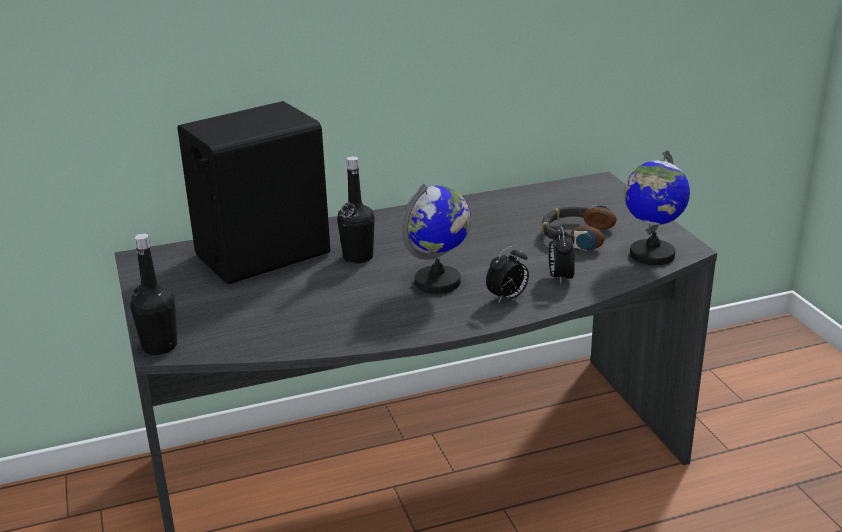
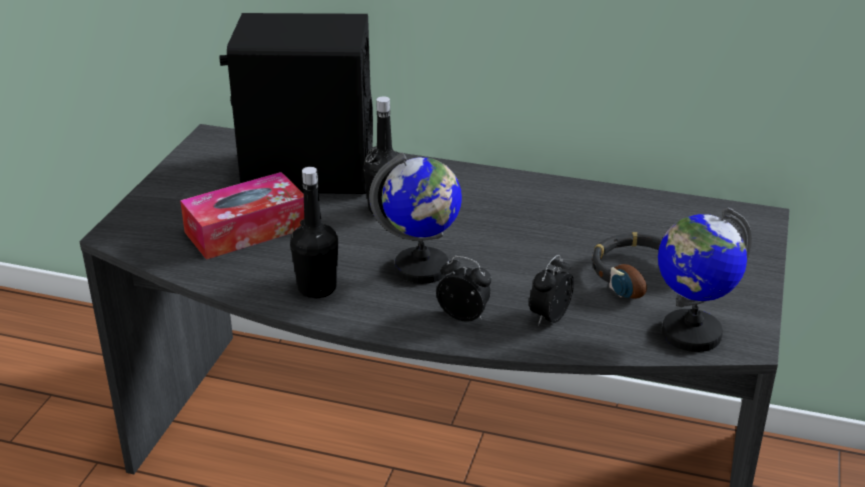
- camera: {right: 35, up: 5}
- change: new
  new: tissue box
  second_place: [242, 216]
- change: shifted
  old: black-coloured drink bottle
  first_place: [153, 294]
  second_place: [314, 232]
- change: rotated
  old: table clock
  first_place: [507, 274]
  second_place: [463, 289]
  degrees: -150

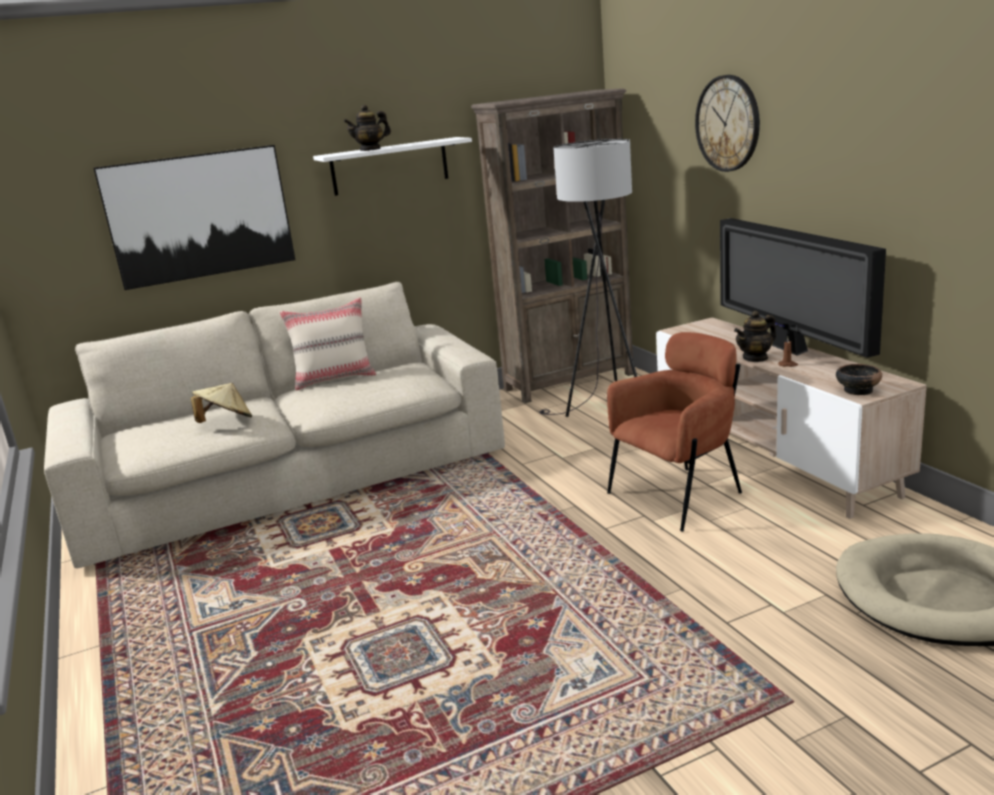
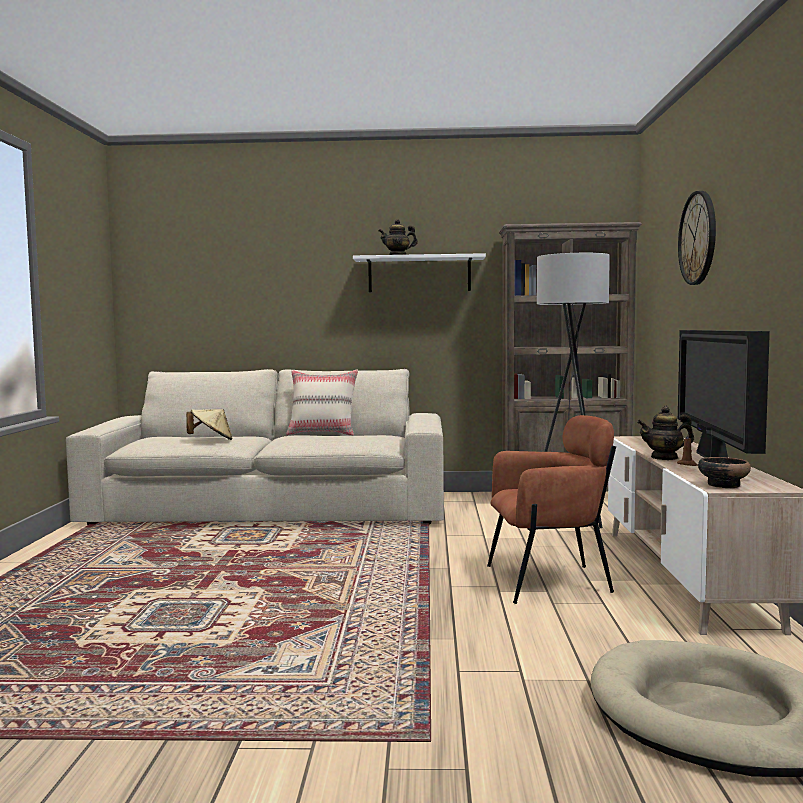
- camera: {right: 25, up: -15}
- change: gone
  old: picture
  first_place: [194, 217]

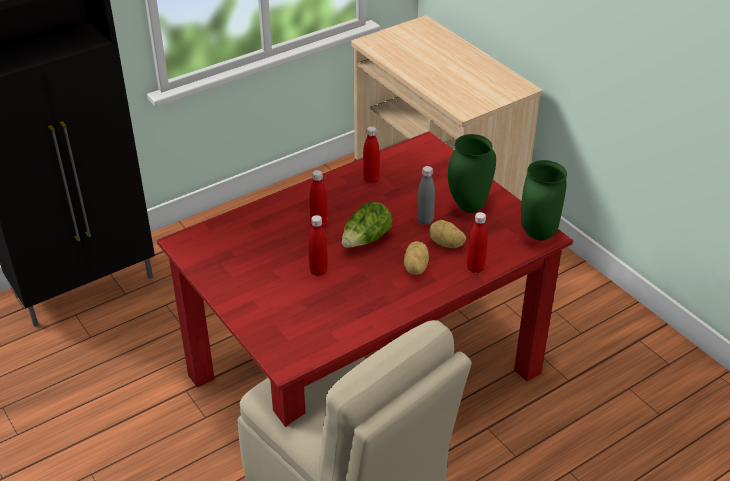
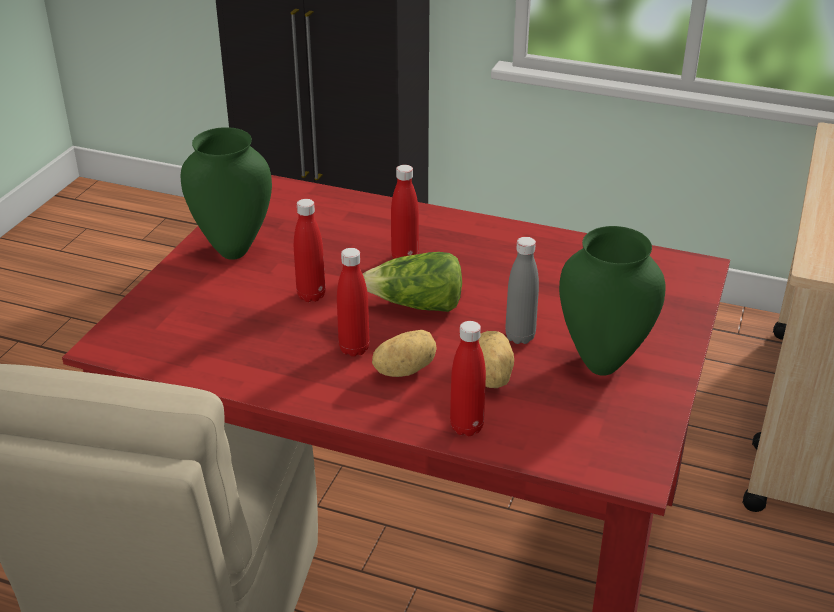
- camera: {right: 55, up: -5}
- change: shifted
  old: reddish drink bottle
  first_place: [371, 155]
  second_place: [353, 302]
- change: shifted
  old: green-coloured flower vase
  first_place: [544, 200]
  second_place: [226, 193]

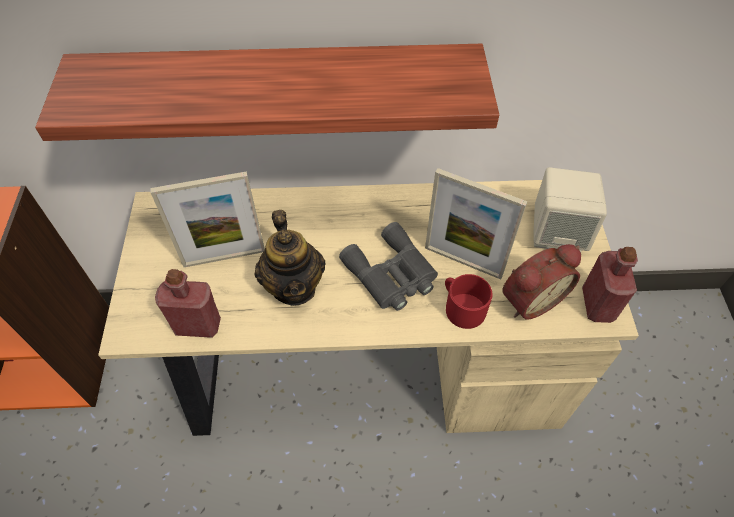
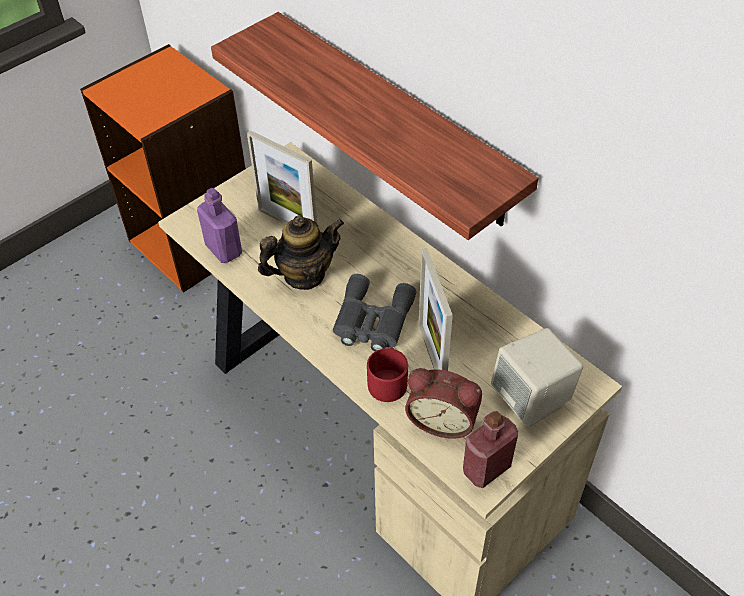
- camera: {right: 50, up: -5}
- change: repainted
  old: reddish drink bottle
  new: purplish drink bottle
  first_place: [188, 303]
  second_place: [219, 225]
- change: rotated
  old: teapot
  first_place: [290, 258]
  second_place: [301, 252]
  degrees: -150

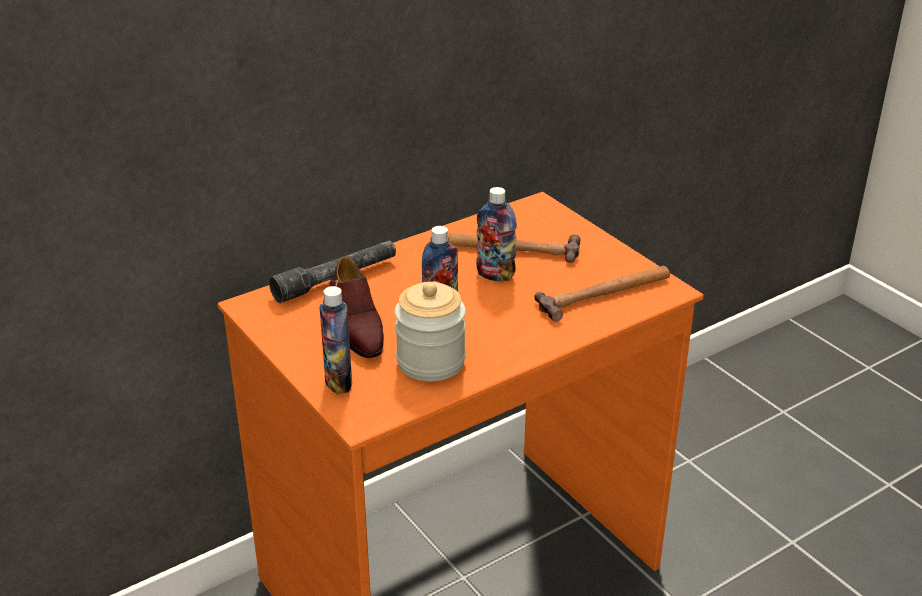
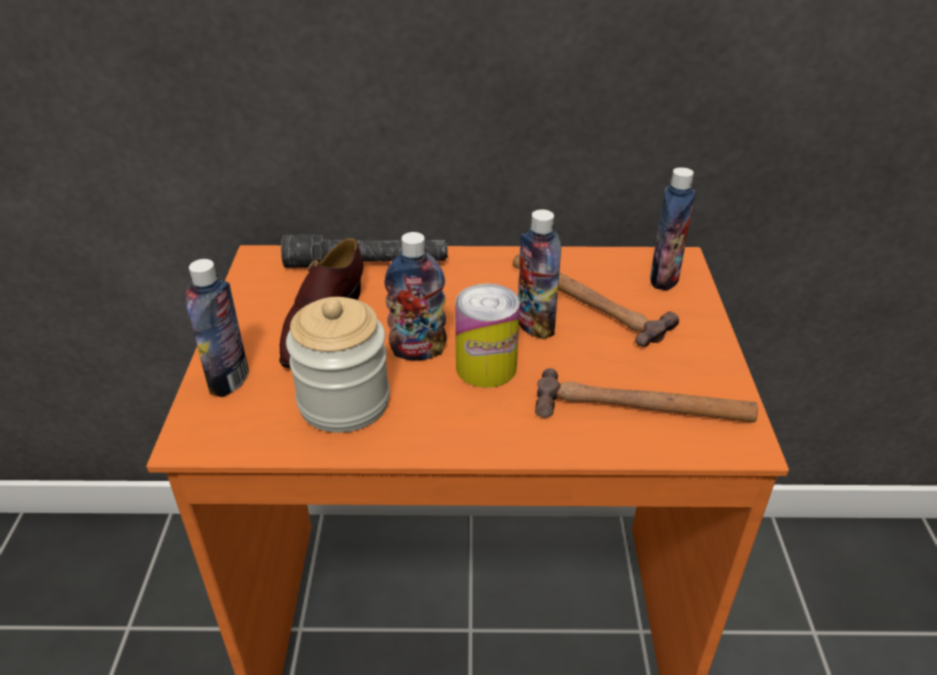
- camera: {right: 35, up: 5}
- change: new
  new: can
  second_place: [487, 335]
- change: new
  new: drink bottle
  second_place: [673, 229]

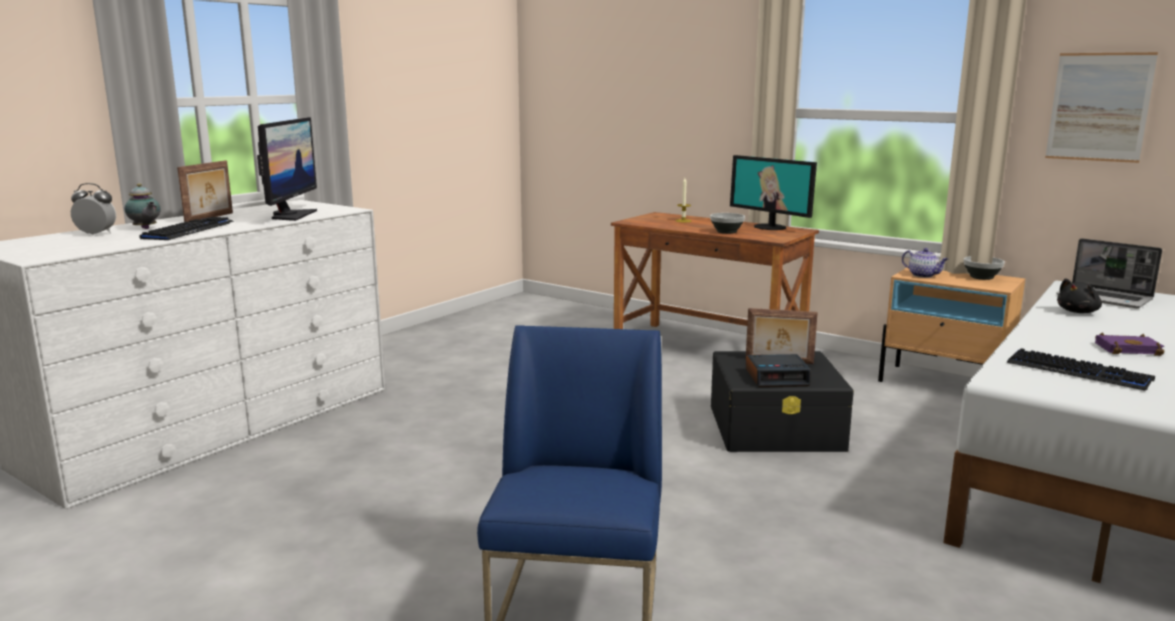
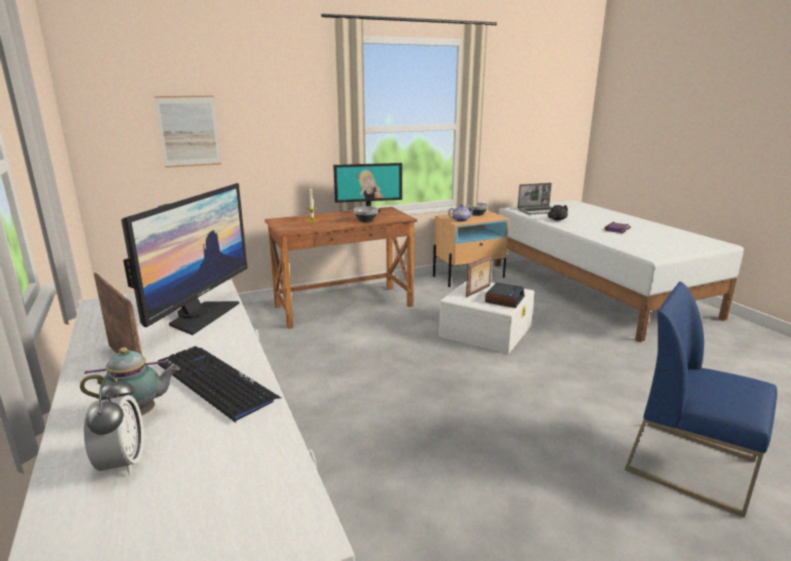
- camera: {right: -60, up: 5}
- change: gone
  old: computer keyboard
  first_place: [1080, 369]
- change: shifted
  old: picture
  first_place: [1101, 107]
  second_place: [188, 132]
- change: repainted
  old: black-coloured storage box
  new: white storage box
  first_place: [782, 401]
  second_place: [486, 317]
- change: rotated
  old: table clock
  first_place: [93, 209]
  second_place: [114, 426]
  degrees: 135
- change: rotated
  old: monitor
  first_place: [287, 169]
  second_place: [184, 259]
  degrees: 75

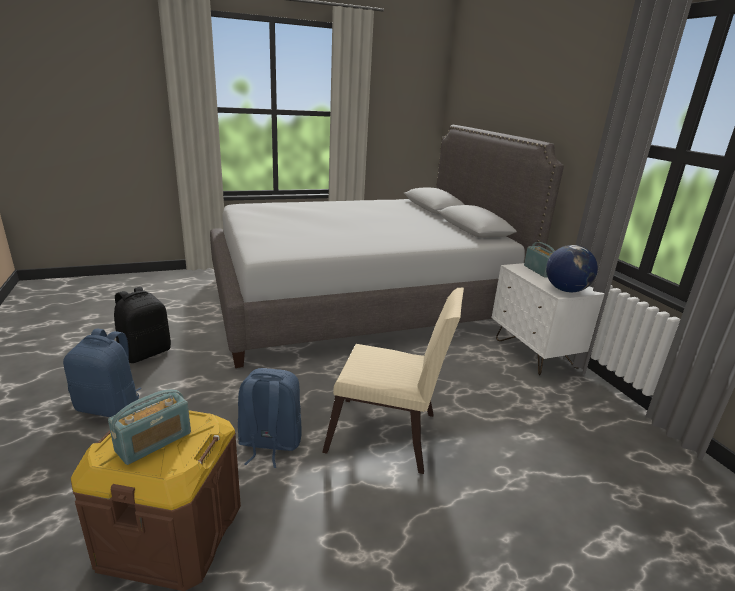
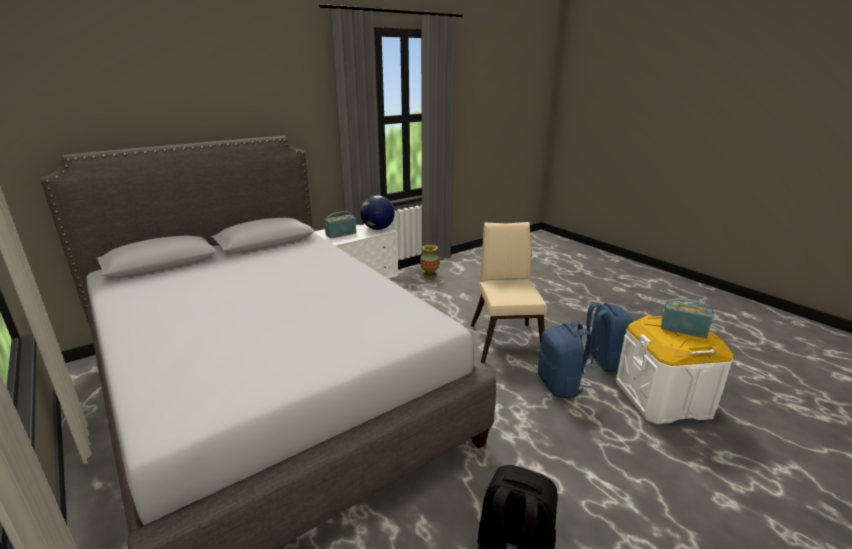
- camera: {right: -105, up: 0}
- change: new
  new: flower vase
  second_place: [430, 261]
- change: shifted
  old: blue backpack
  first_place: [102, 373]
  second_place: [609, 337]
- change: repainted
  old: brown-coloured storage box
  new: white storage box
  first_place: [156, 500]
  second_place: [674, 369]

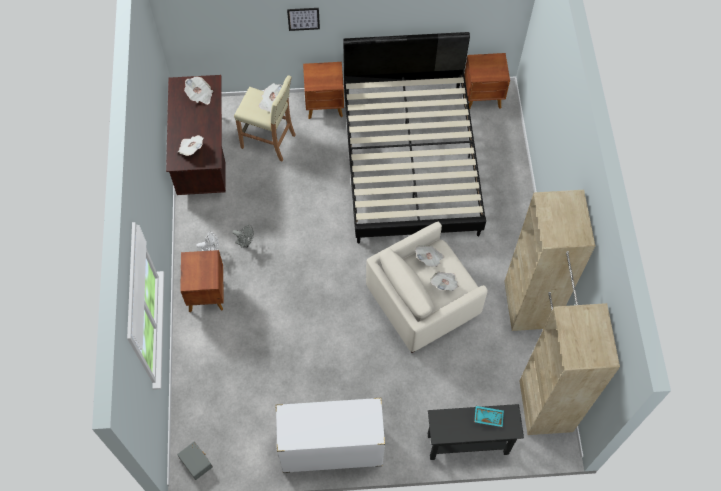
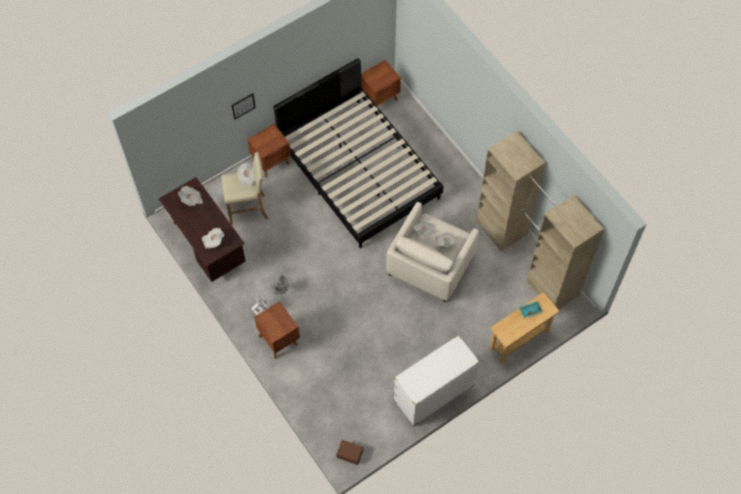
- camera: {right: -30, up: 0}
- change: repainted
  old: grey storage box
  new: brown-coloured storage box
  first_place: [195, 461]
  second_place: [349, 452]
- change: repainted
  old: black-coloured console table
  new: beige console table
  first_place: [476, 432]
  second_place: [524, 328]

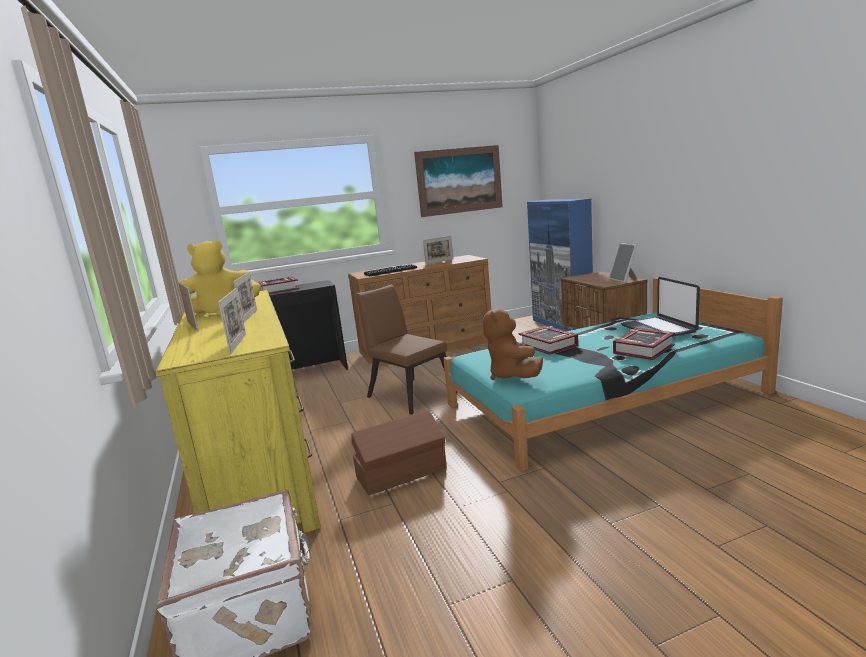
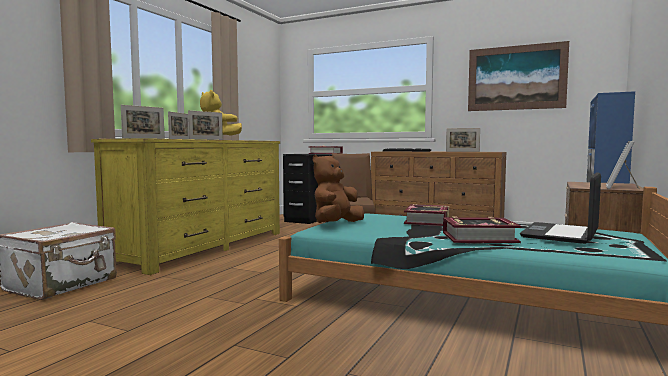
- camera: {right: 45, up: -10}
- change: gone
  old: brown-coloured storage box
  first_place: [399, 452]

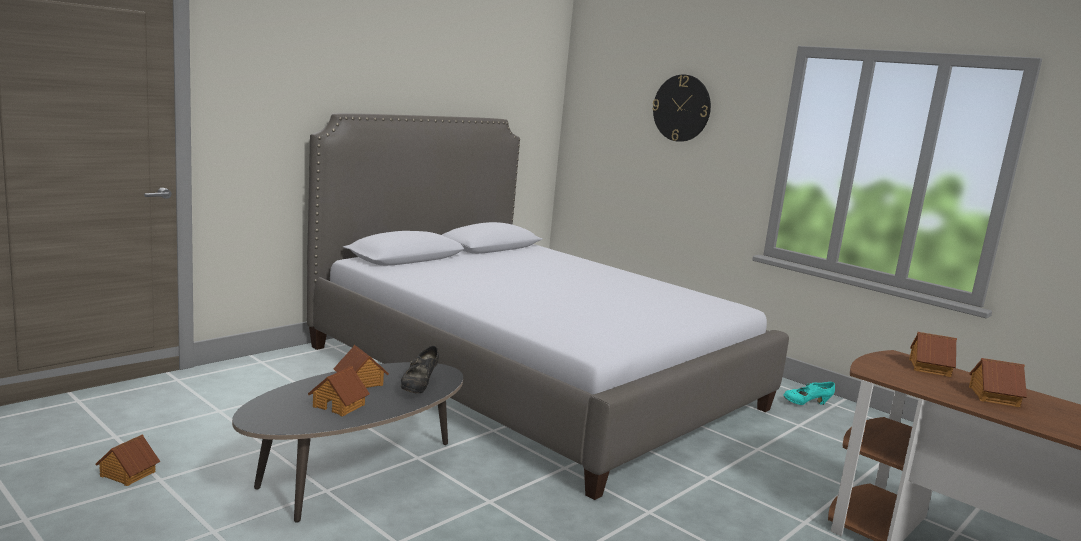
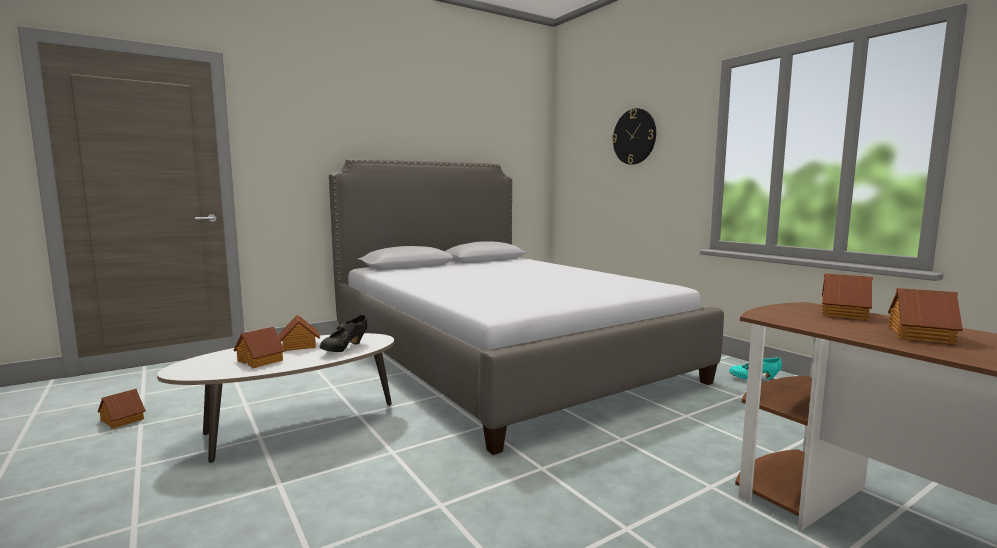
- camera: {right: 15, up: -5}
- change: repainted
  old: black-coloured coffee table
  new: white coffee table
  first_place: [347, 442]
  second_place: [275, 398]

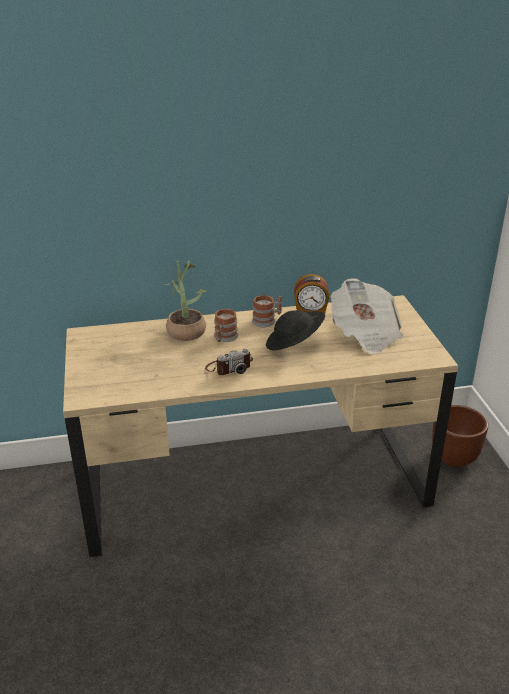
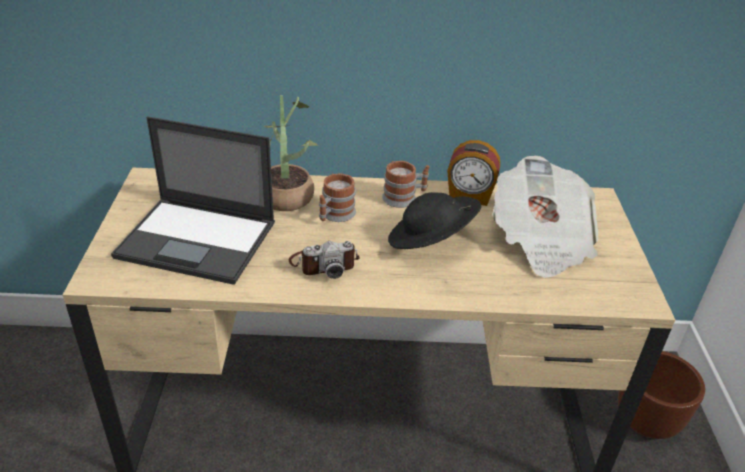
- camera: {right: 10, up: 5}
- change: new
  new: portable computer
  second_place: [193, 201]

